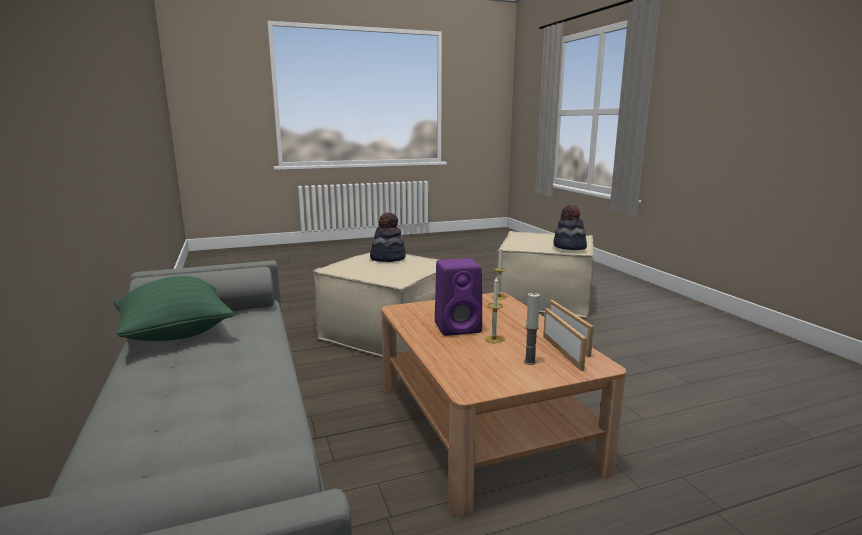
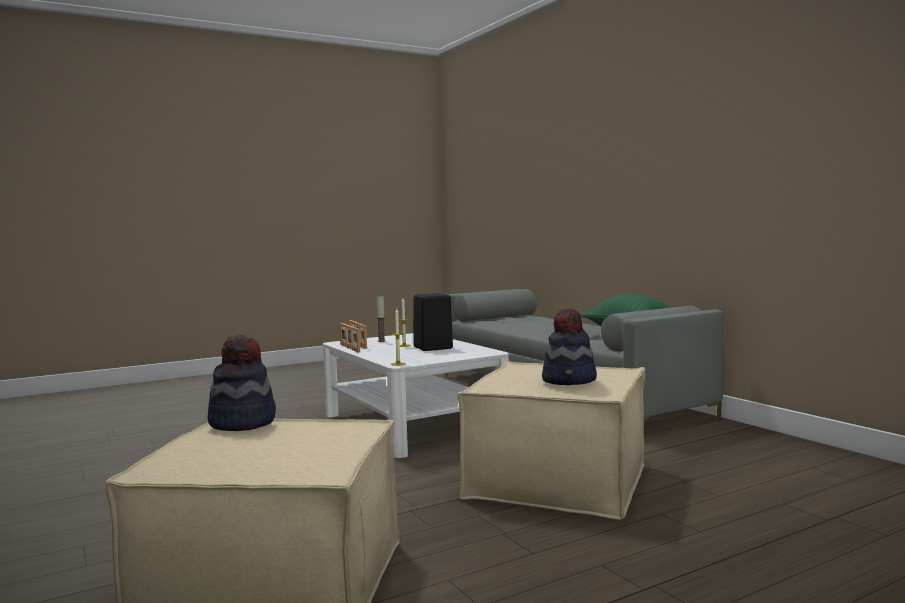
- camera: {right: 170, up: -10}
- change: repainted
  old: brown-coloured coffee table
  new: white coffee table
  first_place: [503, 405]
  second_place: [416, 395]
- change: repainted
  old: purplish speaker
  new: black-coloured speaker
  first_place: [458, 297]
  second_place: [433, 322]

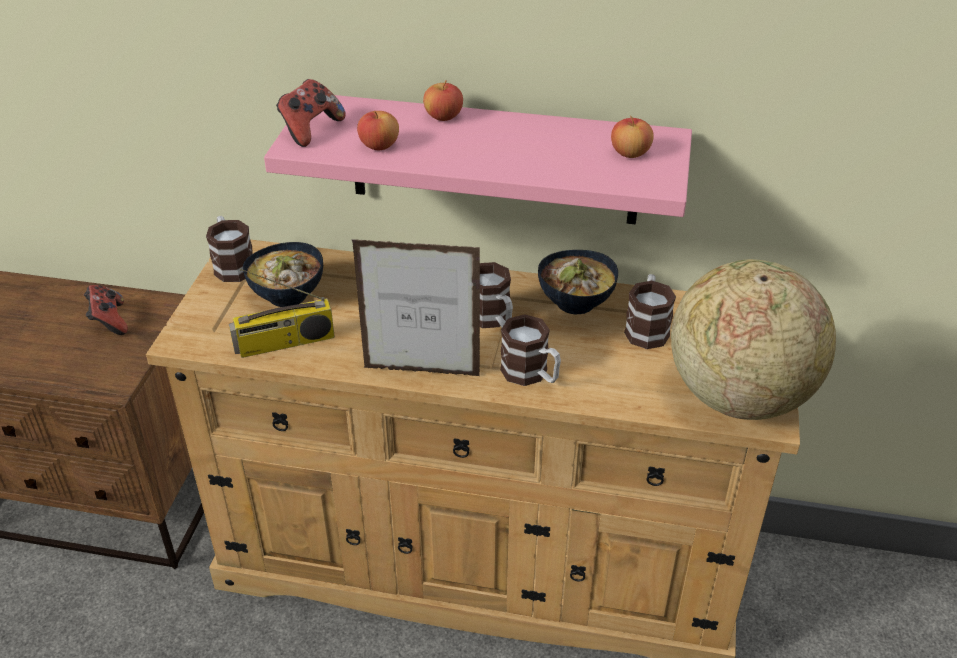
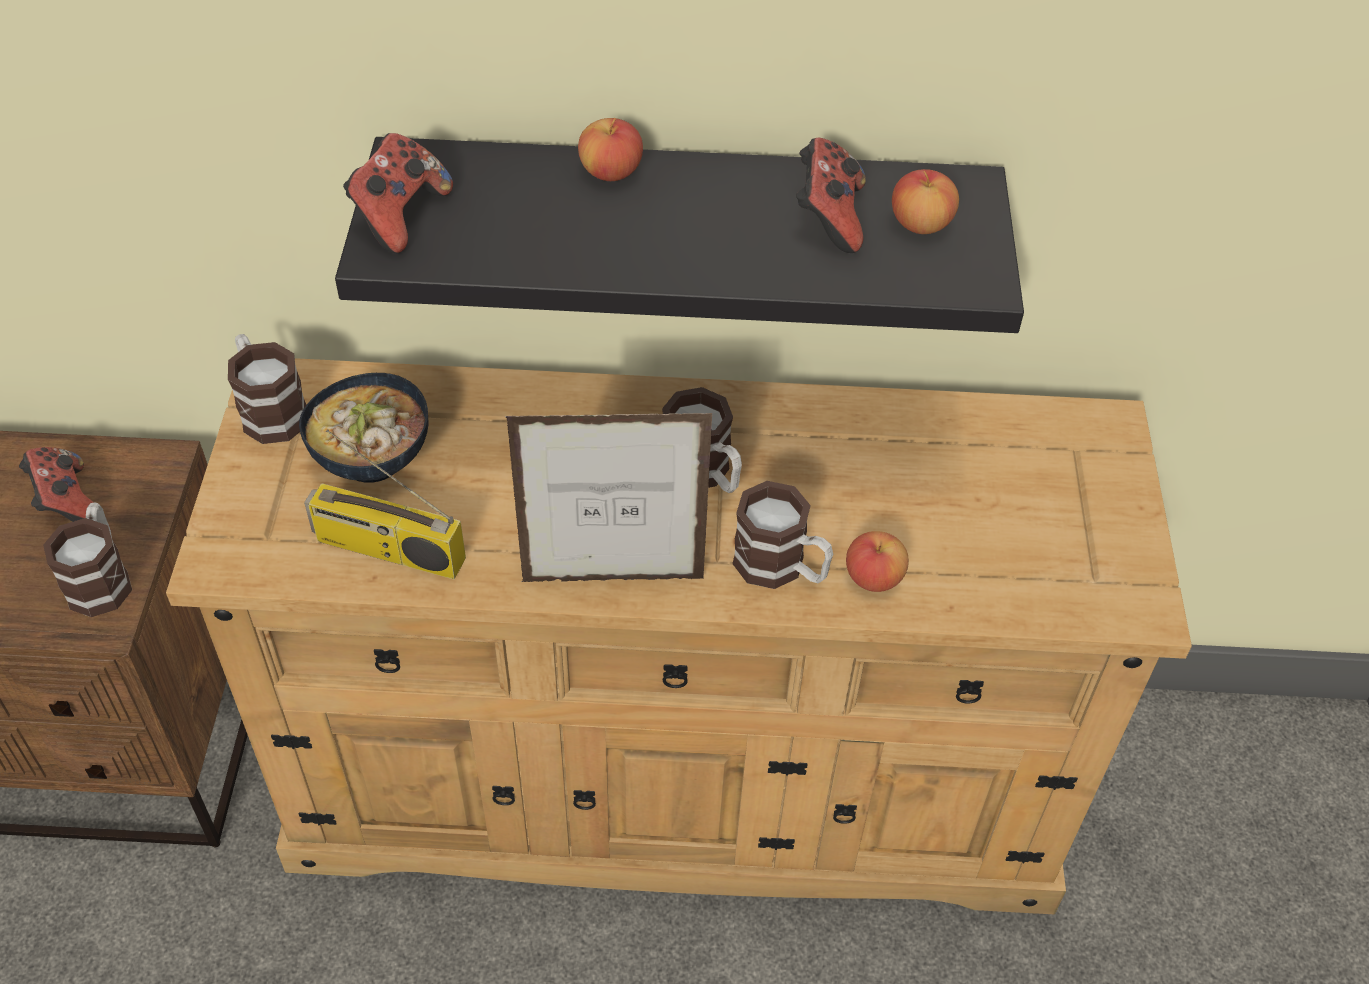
- camera: {right: -10, up: 10}
- change: gone
  old: bowl
  first_place: [578, 282]
- change: gone
  old: world globe
  first_place: [753, 339]
- change: new
  new: gamepad
  second_place: [831, 195]
- change: shifted
  old: whole apple
  first_place: [378, 130]
  second_place: [877, 561]
- change: shifted
  old: mug
  first_place: [650, 311]
  second_place: [87, 560]
- change: repainted
  old: pinkish shelf
  new: black-coloured shelf
  first_place: [478, 160]
  second_place: [679, 235]
- change: rotated
  old: radio receiver
  first_place: [282, 313]
  second_place: [385, 504]
  degrees: 45

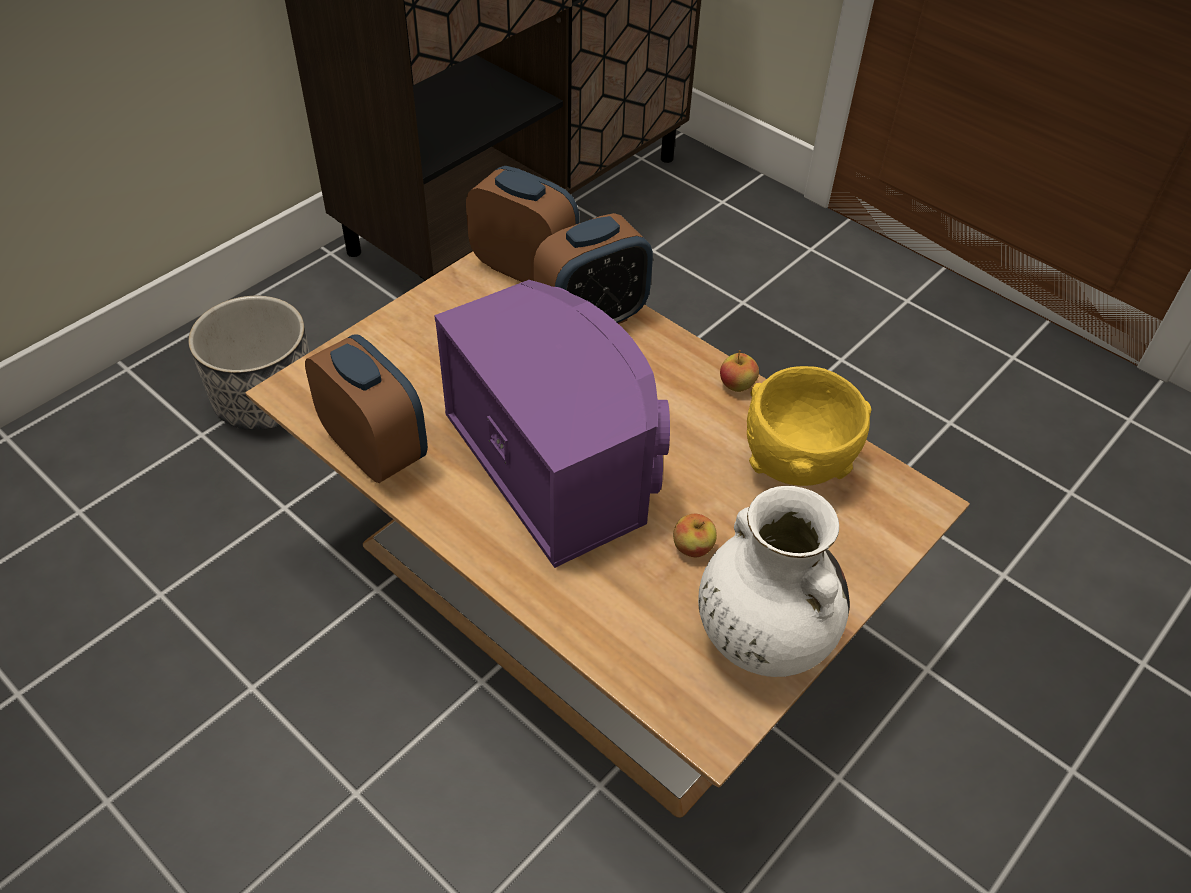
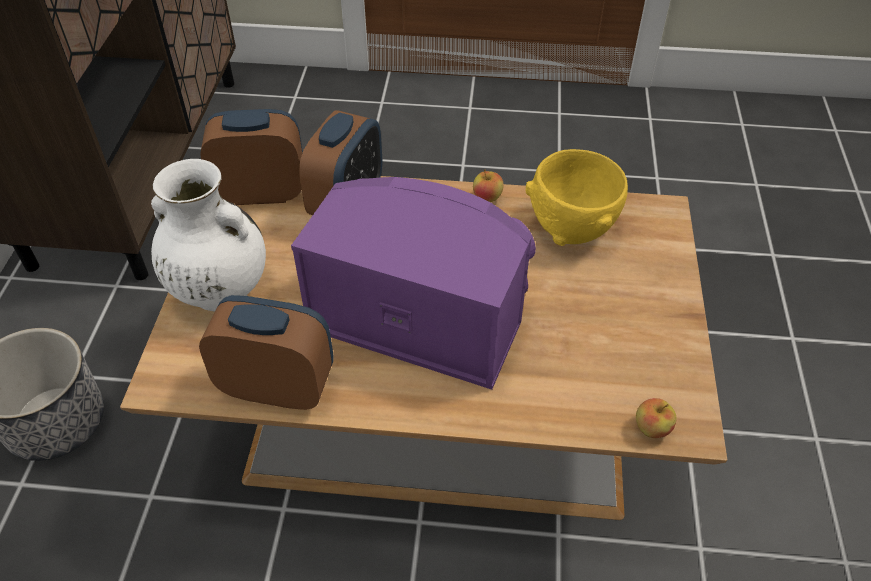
- camera: {right: -35, up: 0}
- change: shifted
  old: whole apple
  first_place: [695, 535]
  second_place: [656, 418]
- change: shifted
  old: white flower vase
  first_place: [774, 581]
  second_place: [208, 235]

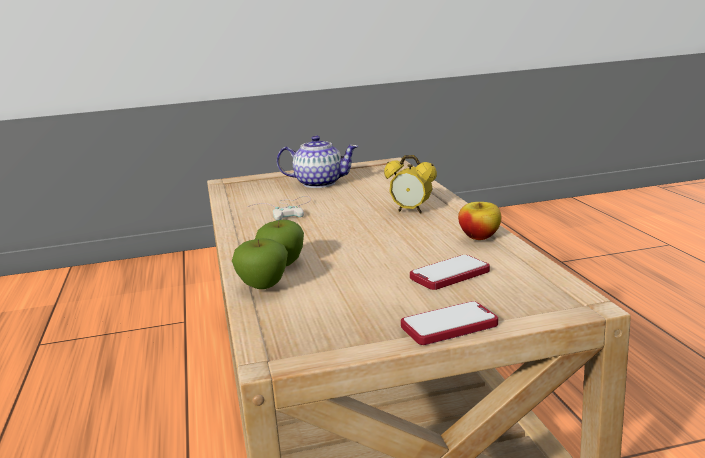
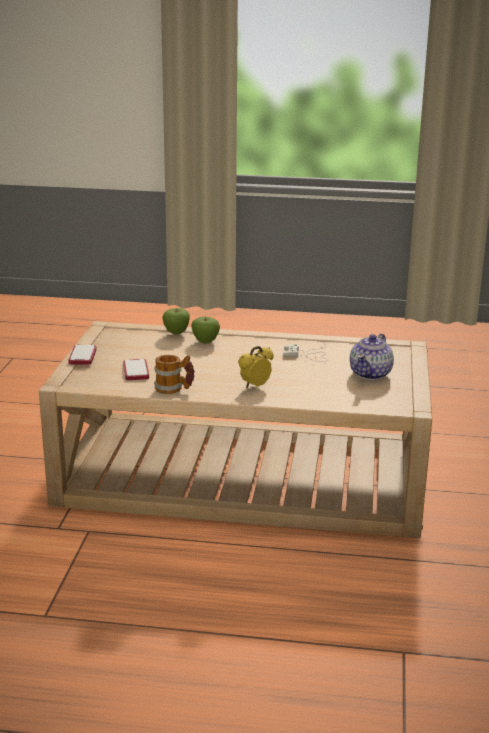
- camera: {right: 110, up: 5}
- change: swapped
  old: whole apple
  new: mug
  first_place: [479, 221]
  second_place: [174, 374]

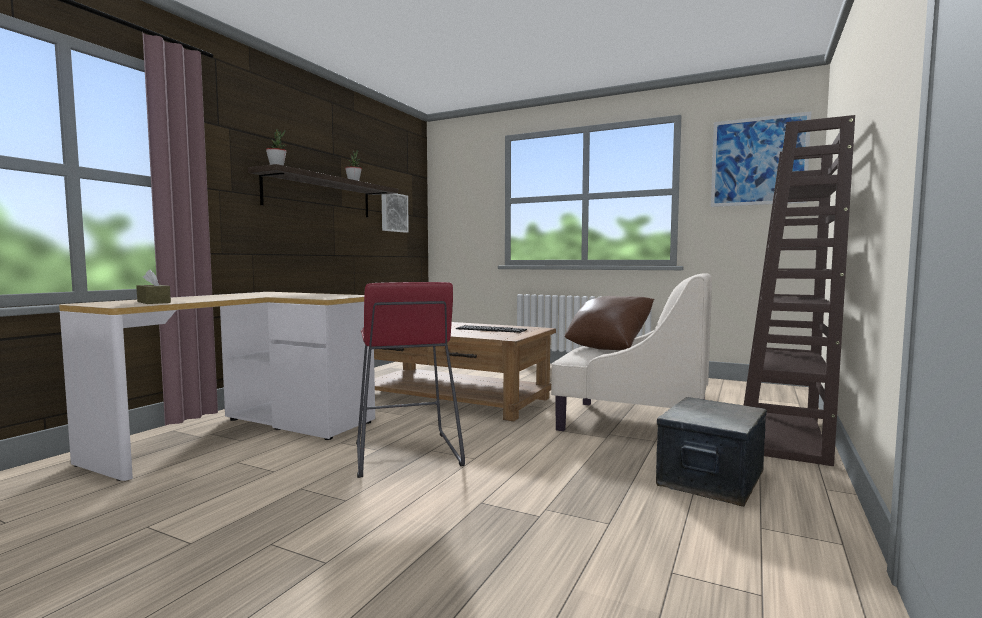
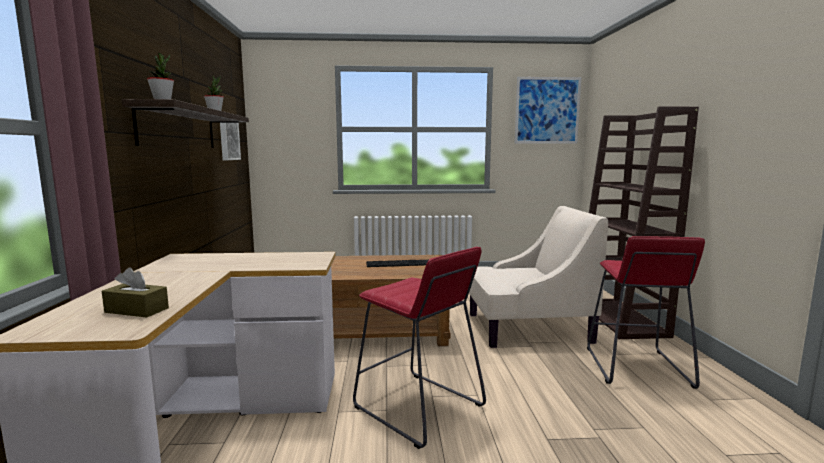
- camera: {right: -30, up: 5}
- change: gone
  old: brown-coloured cushion
  first_place: [609, 323]
- change: swapped
  old: storage box
  new: reddish sitting stool
  first_place: [711, 452]
  second_place: [646, 312]

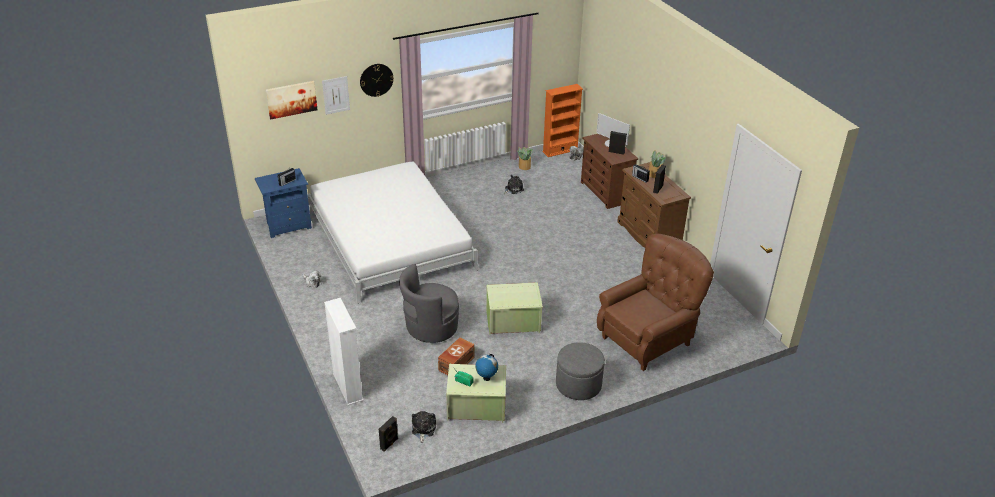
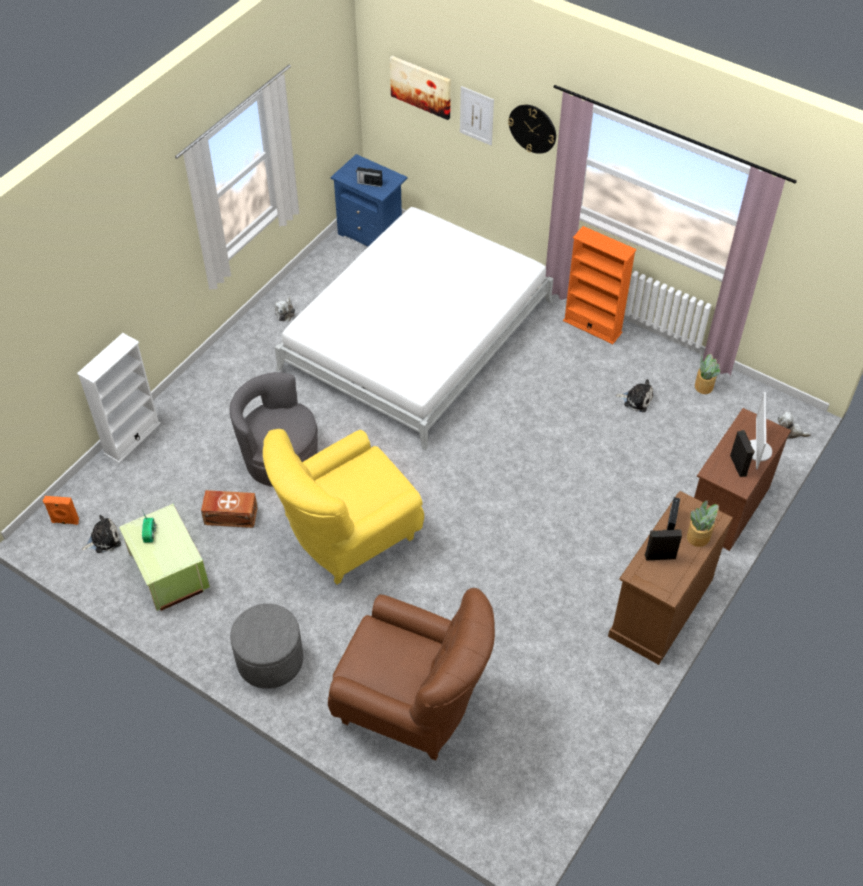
- camera: {right: 60, up: 15}
- change: gone
  old: world globe
  first_place: [486, 367]
- change: shifted
  old: orange-coloured shelving unit
  first_place: [563, 120]
  second_place: [600, 285]
- change: swapped
  old: green-coloured storage box
  new: yellowish easy chair
  first_place: [514, 308]
  second_place: [343, 507]
- change: repainted
  old: black-coloured speaker
  new: orange-coloured speaker
  first_place: [388, 433]
  second_place: [61, 510]

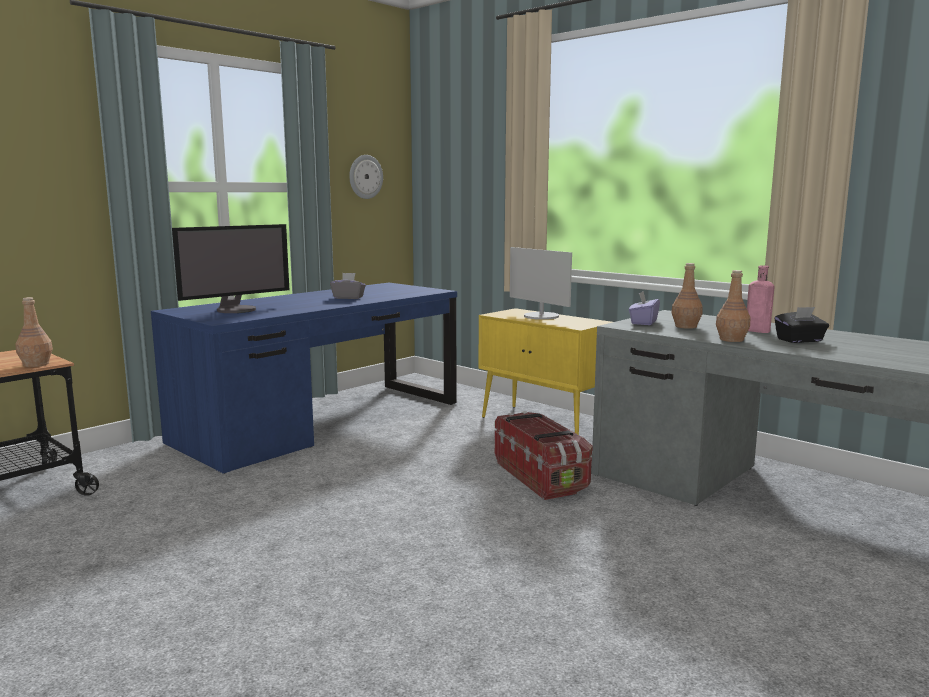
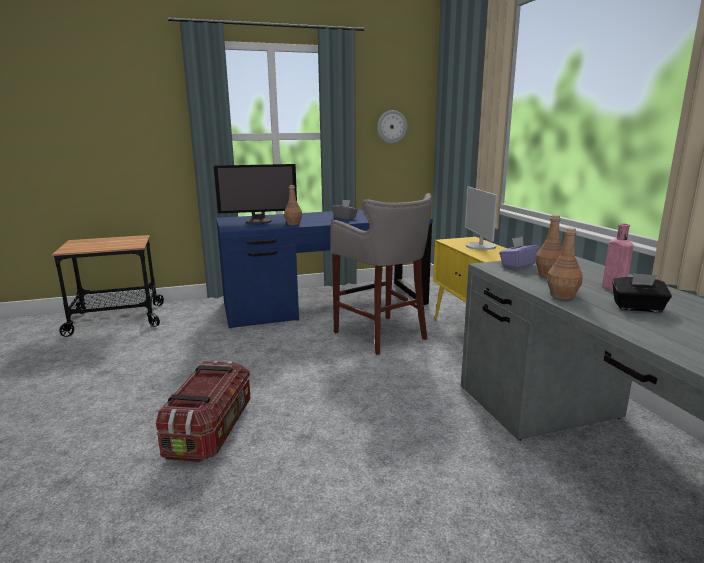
- camera: {right: 30, up: 5}
- change: new
  new: grey sitting stool
  second_place: [381, 274]
- change: shifted
  old: brown-coloured drink bottle
  first_place: [34, 332]
  second_place: [293, 205]
- change: shifted
  old: storage box
  first_place: [544, 455]
  second_place: [203, 411]

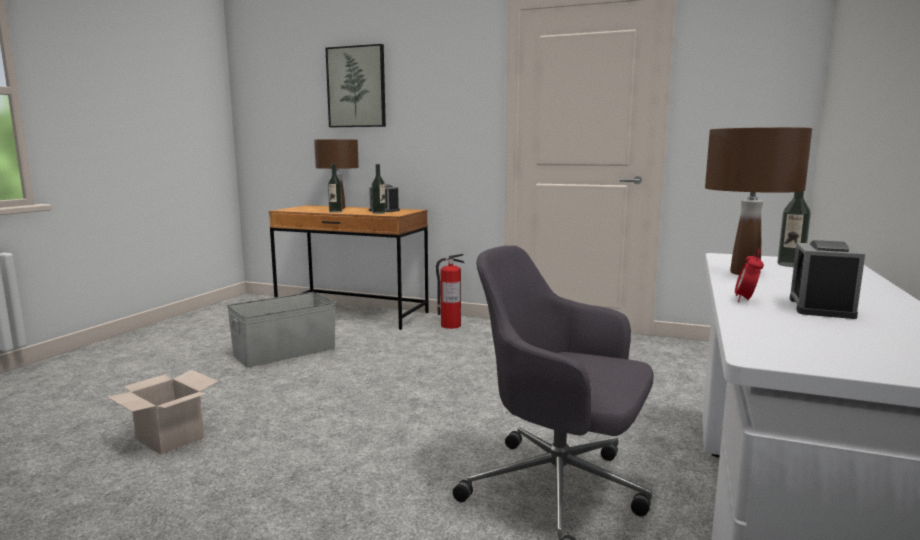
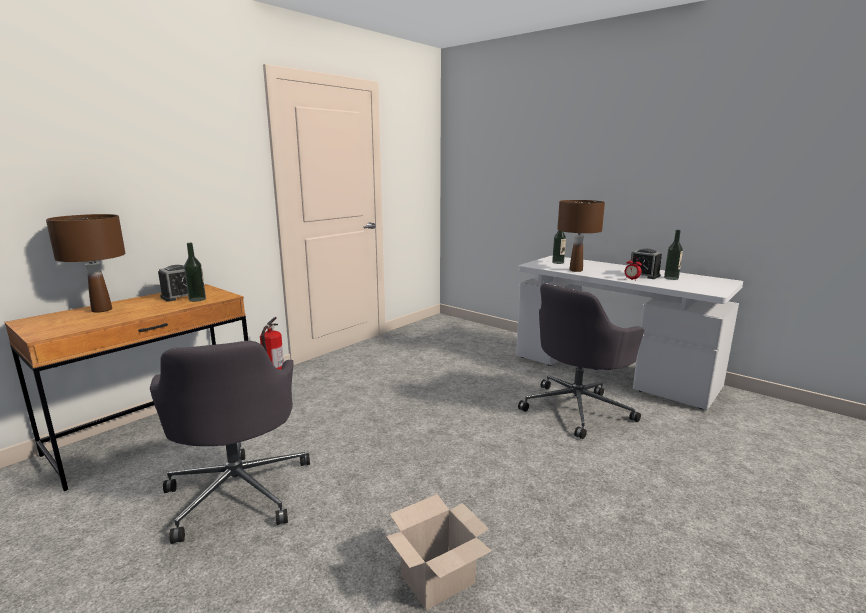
- camera: {right: -70, up: 5}
- change: gone
  old: picture
  first_place: [355, 85]
- change: shifted
  old: drink bottle
  first_place: [335, 188]
  second_place: [673, 255]
- change: swapped
  old: grey storage box
  new: grey computer chair
  first_place: [281, 330]
  second_place: [230, 442]

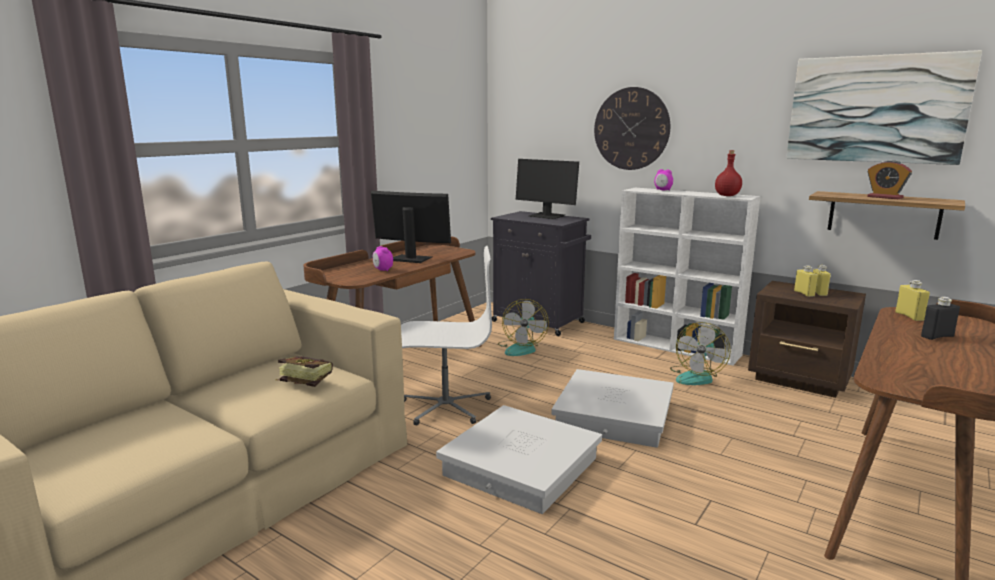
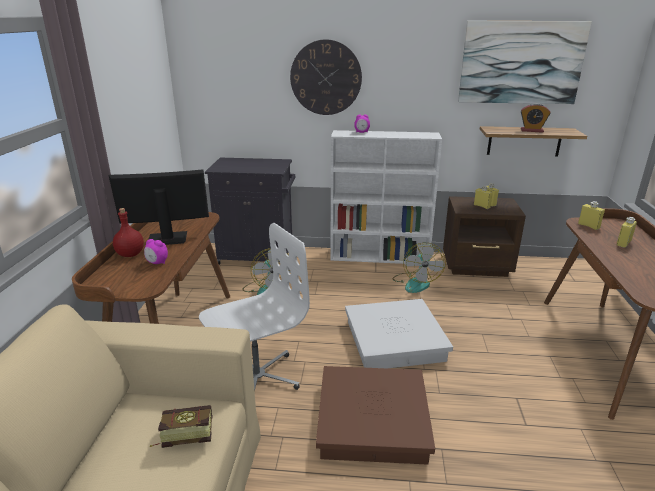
- camera: {right: -30, up: 10}
- change: gone
  old: monitor
  first_place: [547, 189]
- change: shifted
  old: reddish drink bottle
  first_place: [728, 173]
  second_place: [128, 232]
- change: repainted
  old: white storage box
  new: brown-coloured storage box
  first_place: [519, 459]
  second_place: [375, 415]
- change: repainted
  old: black-coloured drink bottle
  new: yellowish drink bottle
  first_place: [940, 318]
  second_place: [627, 232]

